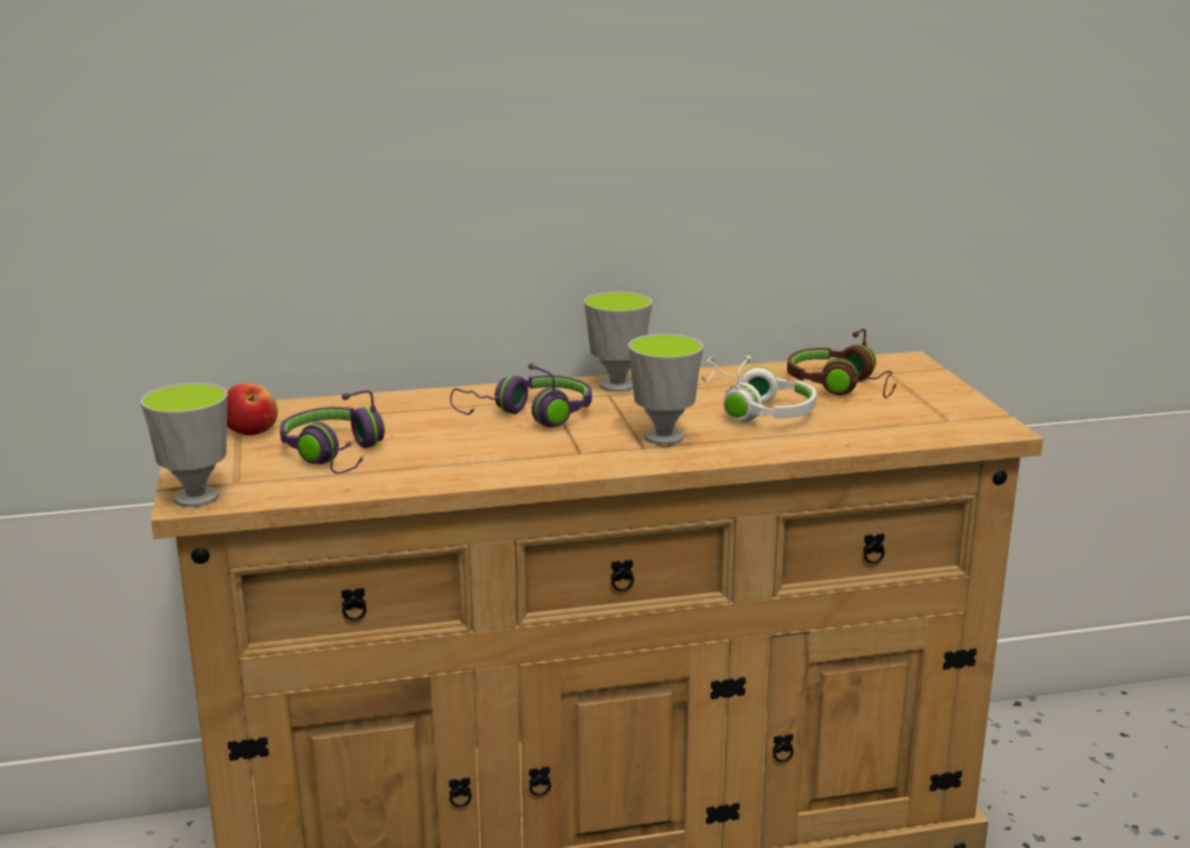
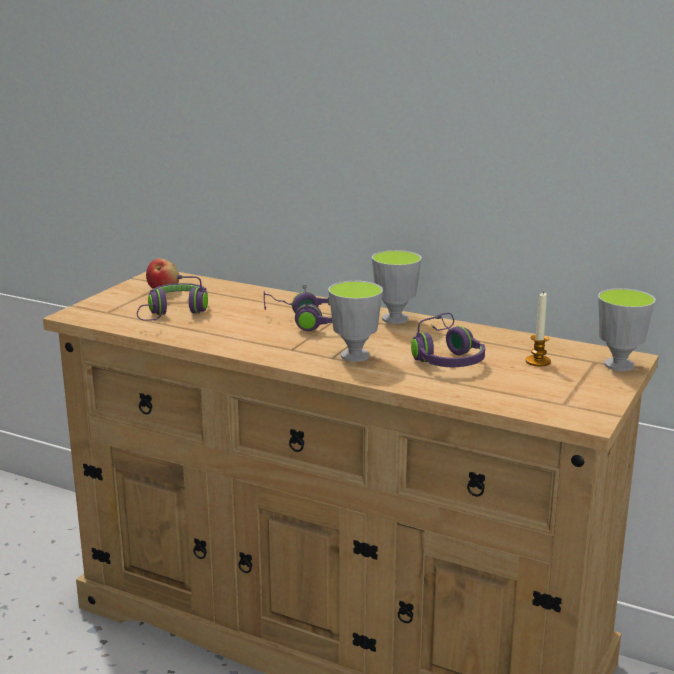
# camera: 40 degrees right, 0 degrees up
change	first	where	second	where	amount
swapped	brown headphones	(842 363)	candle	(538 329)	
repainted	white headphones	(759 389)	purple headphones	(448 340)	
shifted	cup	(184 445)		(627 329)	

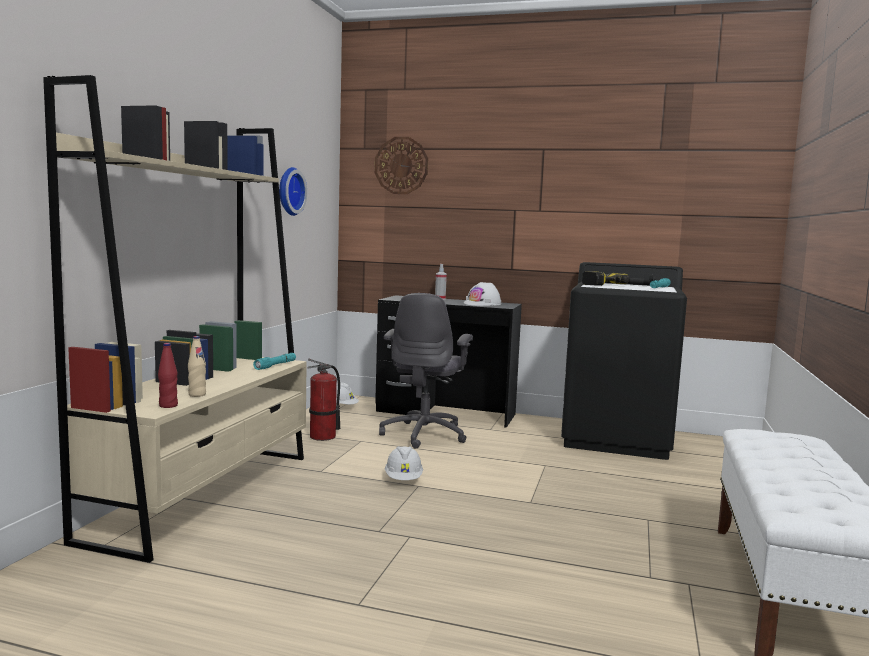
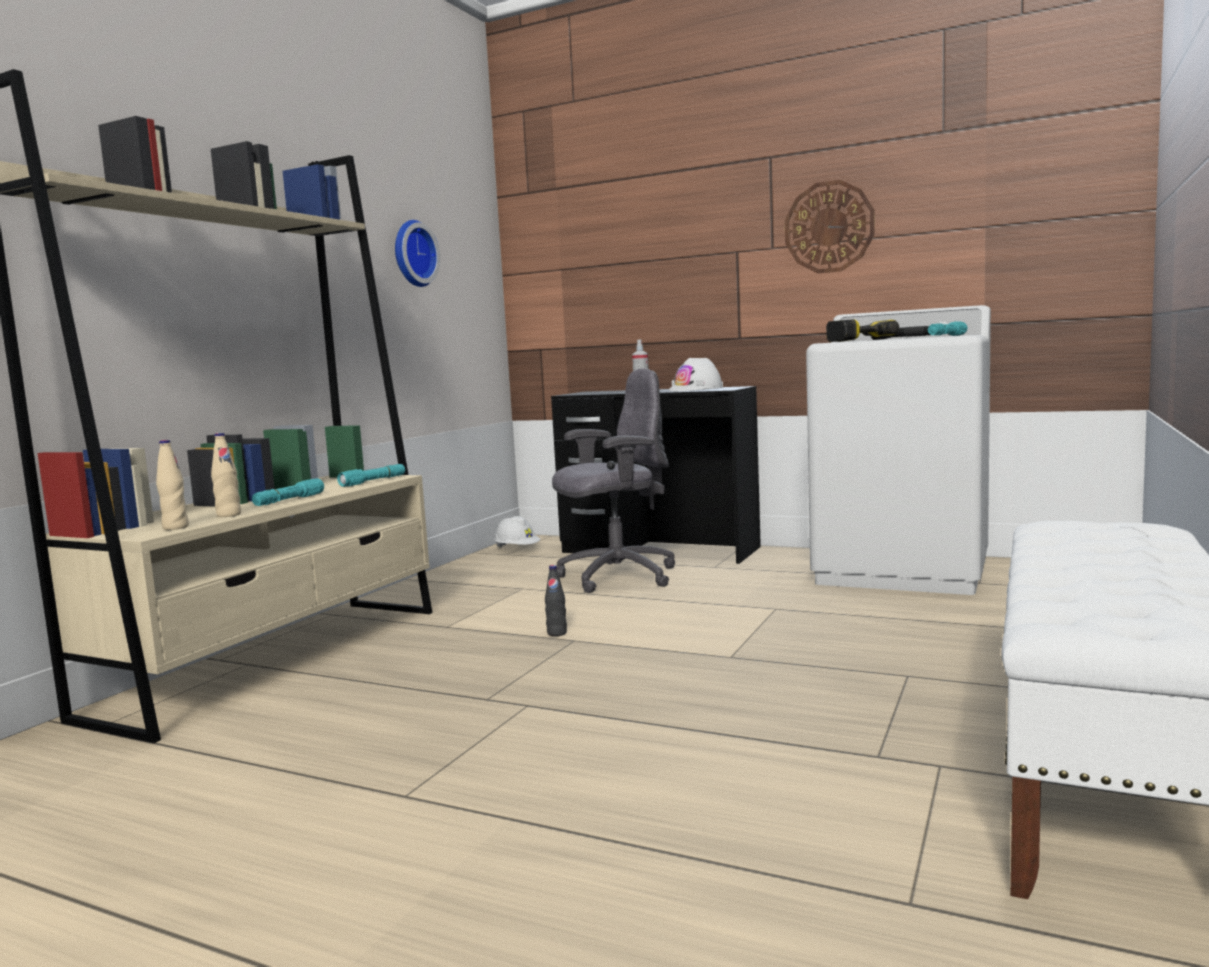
# camera: 10 degrees right, 0 degrees up
change	first	where	second	where	amount
shifted	wall clock	(401 165)		(830 226)	
repainted	black washing machine	(624 361)	white washing machine	(898 450)	
rotated	grey office chair	(426 371)		(613 480)	135 degrees counterclockwise
repainted	red bottle	(168 375)	beige bottle	(172 485)	
gone	fire extinguisher	(323 400)			
swapped	white hard hat	(404 463)	black bottle	(556 600)	
new			turquoise flashlight	(288 492)	

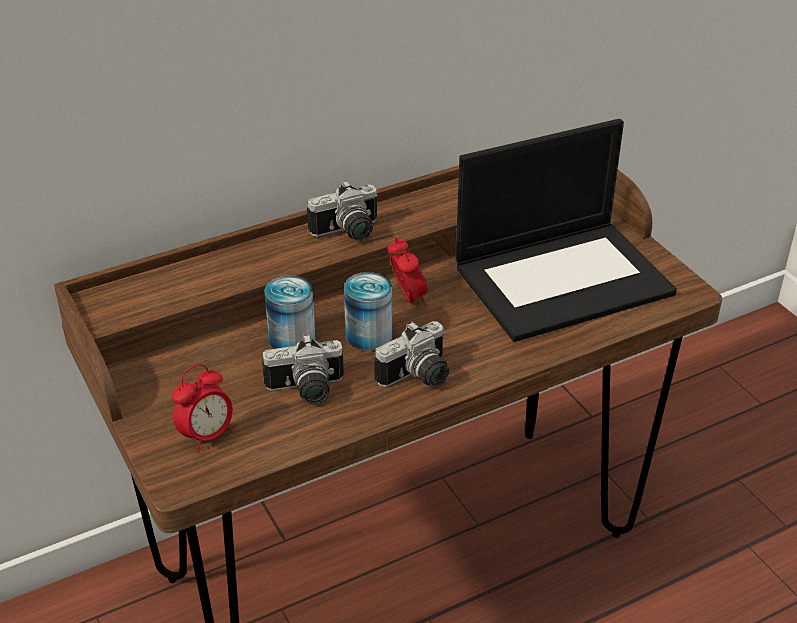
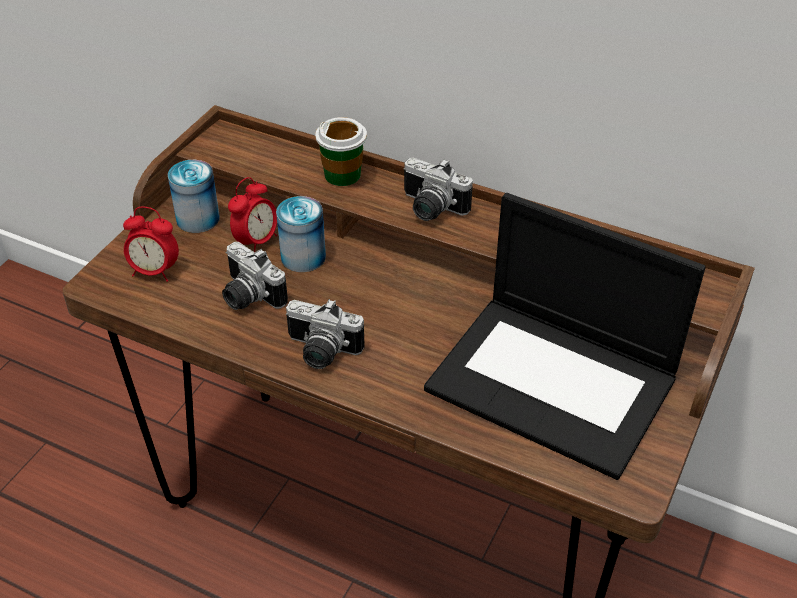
# camera: 55 degrees right, 5 degrees up
change	first	where	second	where	amount
shifted	alarm clock	(407 271)		(252 214)	
shifted	can	(368 311)		(194 196)	
new			cup	(341 151)	

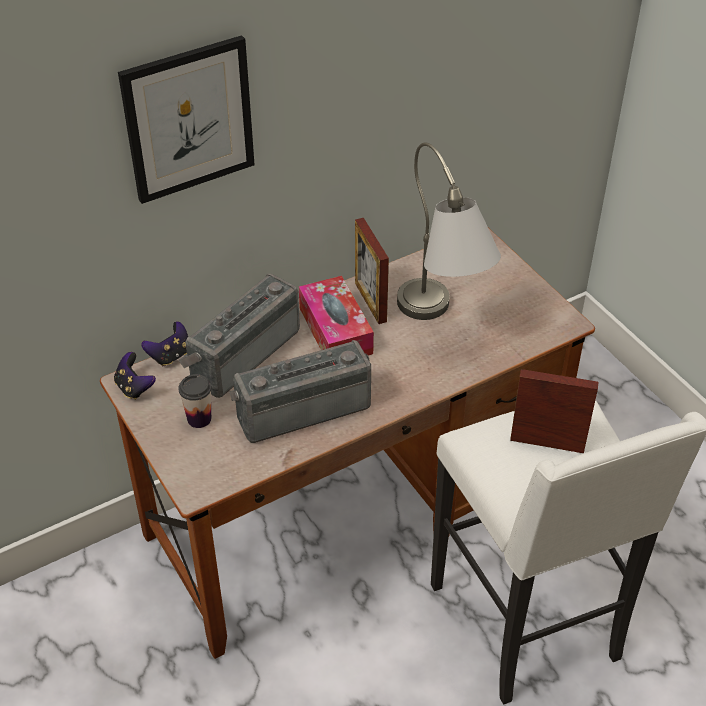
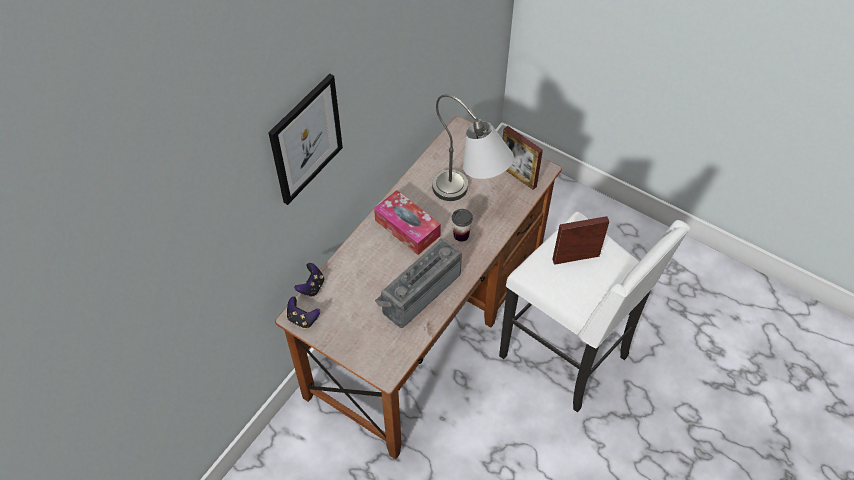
# camera: 25 degrees left, 10 degrees up
change	first	where	second	where	amount
shifted	picture frame	(372 271)		(523 158)	
gone	radio	(239 336)			
shifted	cup	(195 401)		(462 225)	

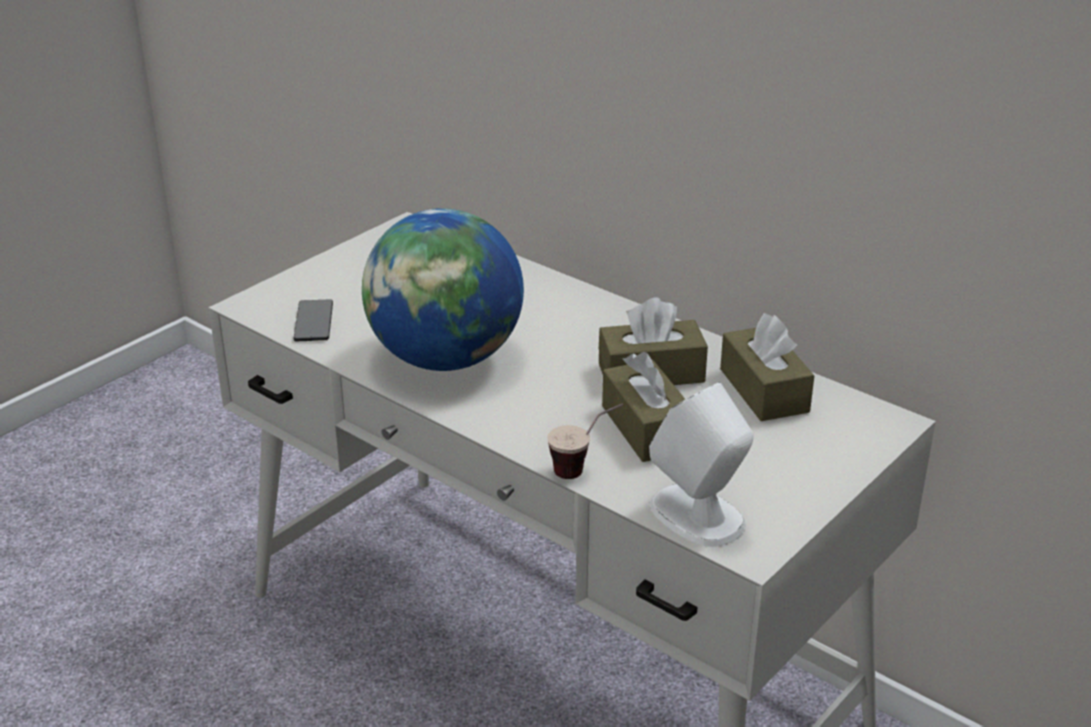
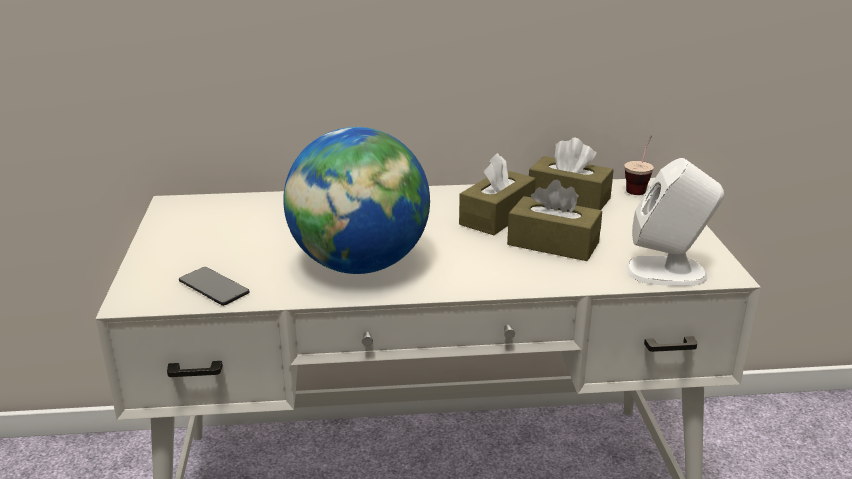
# camera: 45 degrees left, 5 degrees down
change	first	where	second	where	amount
shifted	cup	(585 441)		(639 165)	

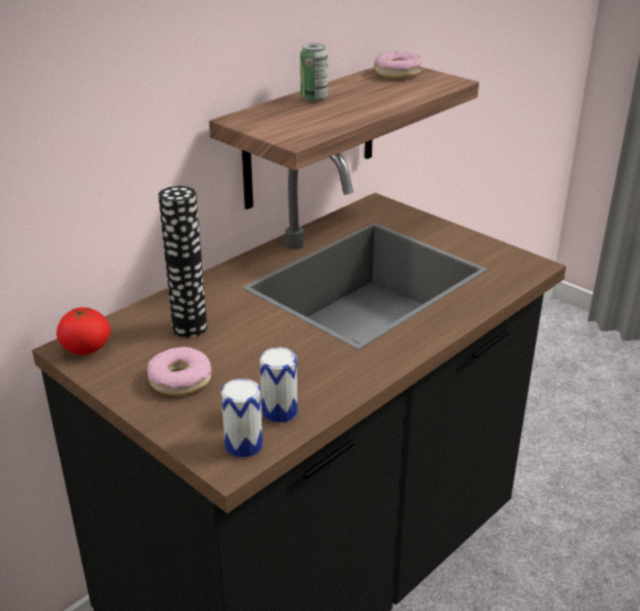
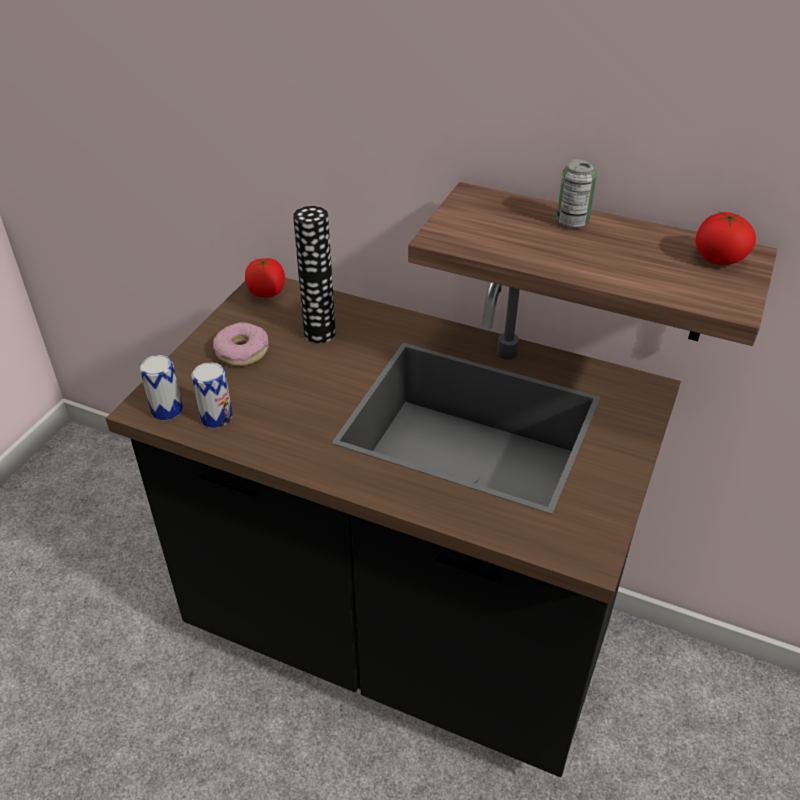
# camera: 70 degrees right, 10 degrees up
change	first	where	second	where	amount
swapped	donut	(398 65)	tomato	(726 238)	

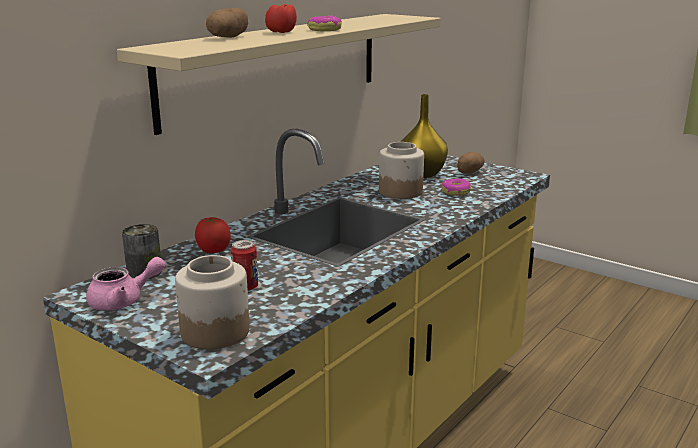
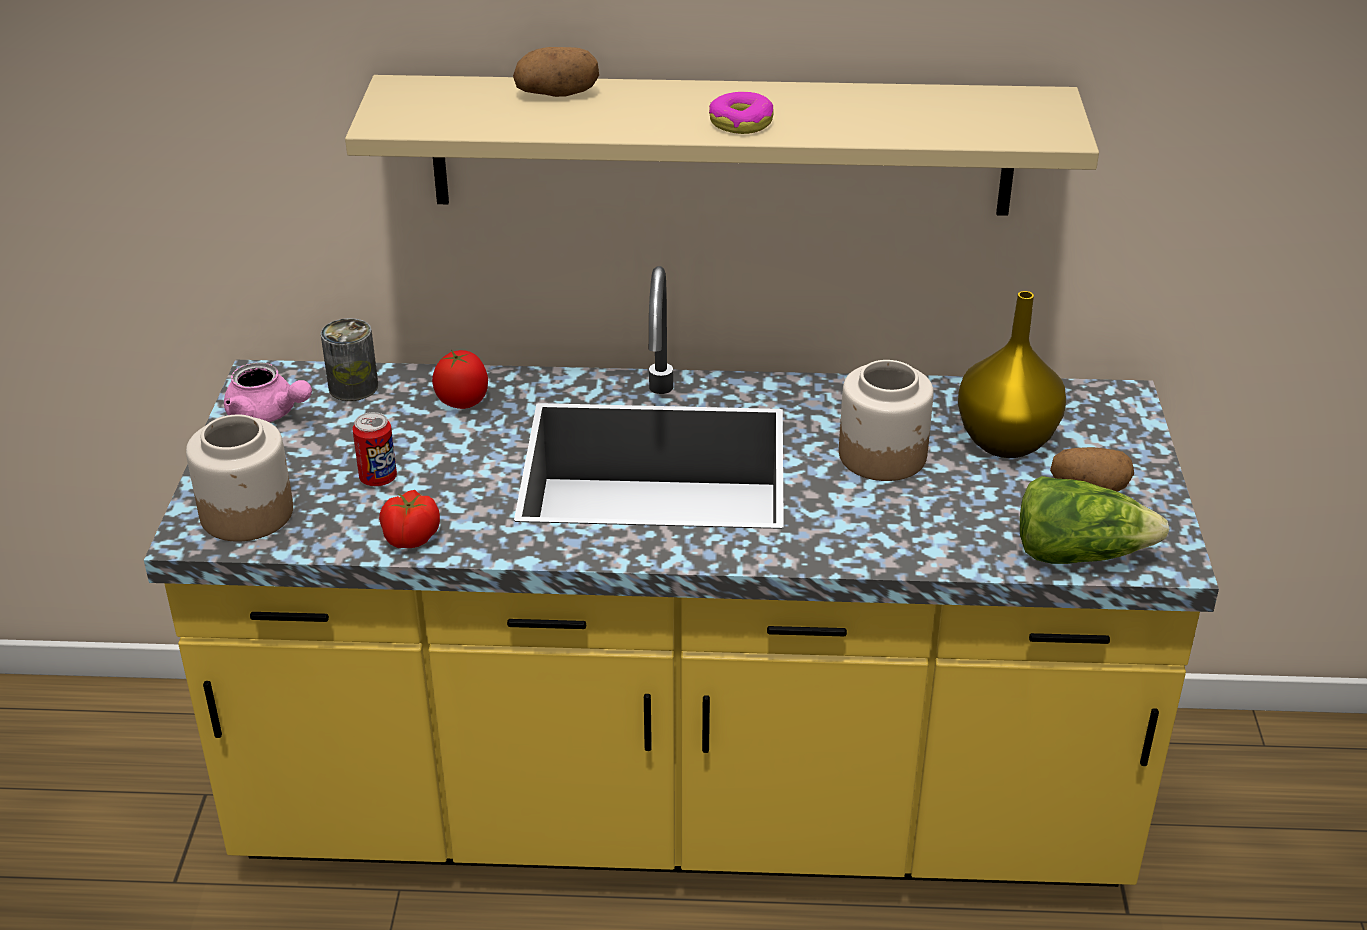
# camera: 55 degrees right, 15 degrees up
change	first	where	second	where	amount
shifted	tomato	(281 18)		(409 519)	
gone	donut	(456 187)			
new			lettuce	(1095 520)	

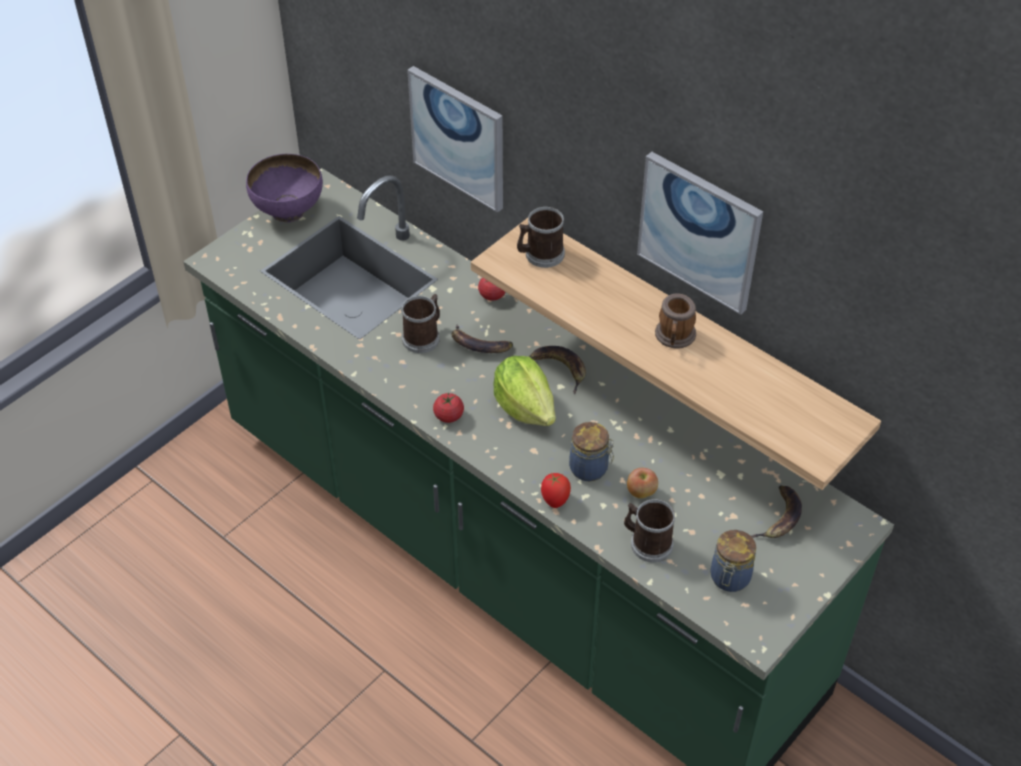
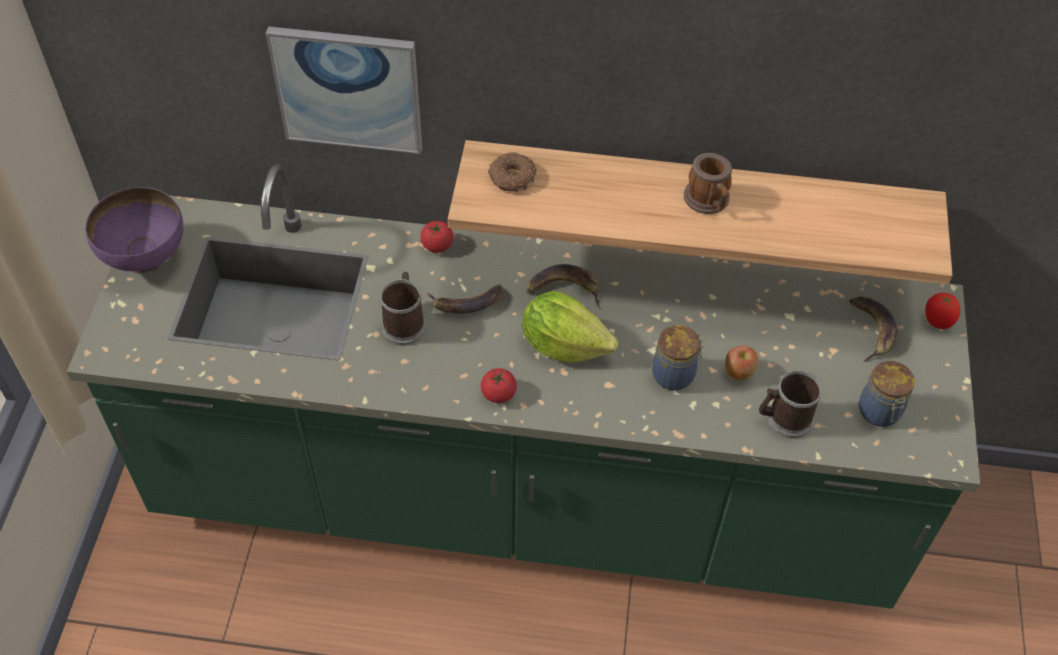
# camera: 35 degrees left, 5 degrees up
change	first	where	second	where	amount
gone	picture	(700 233)			
swapped	mug	(541 237)	donut	(512 172)	
shifted	tomato	(556 490)		(942 311)	

